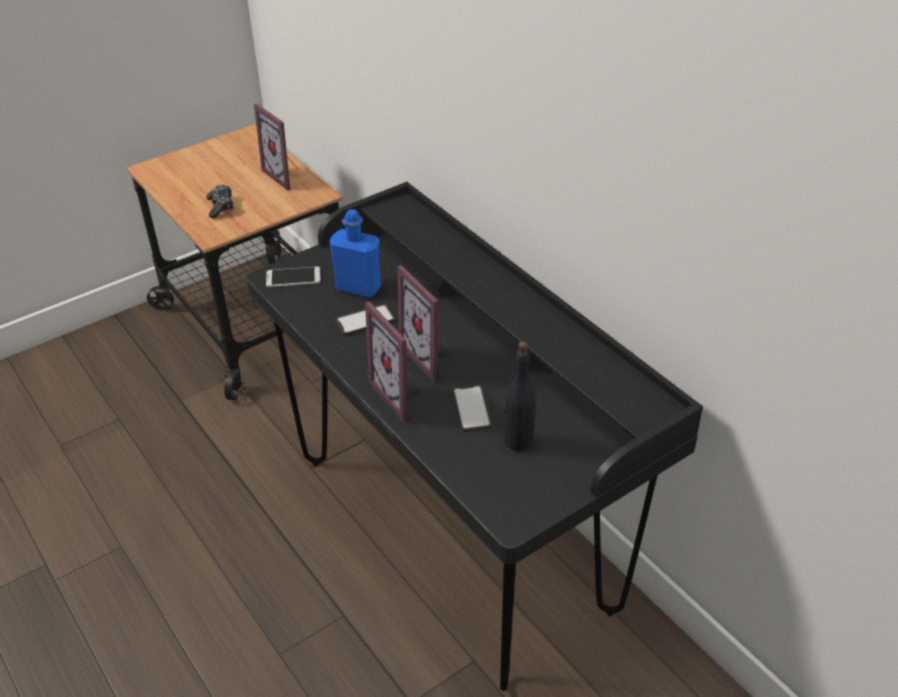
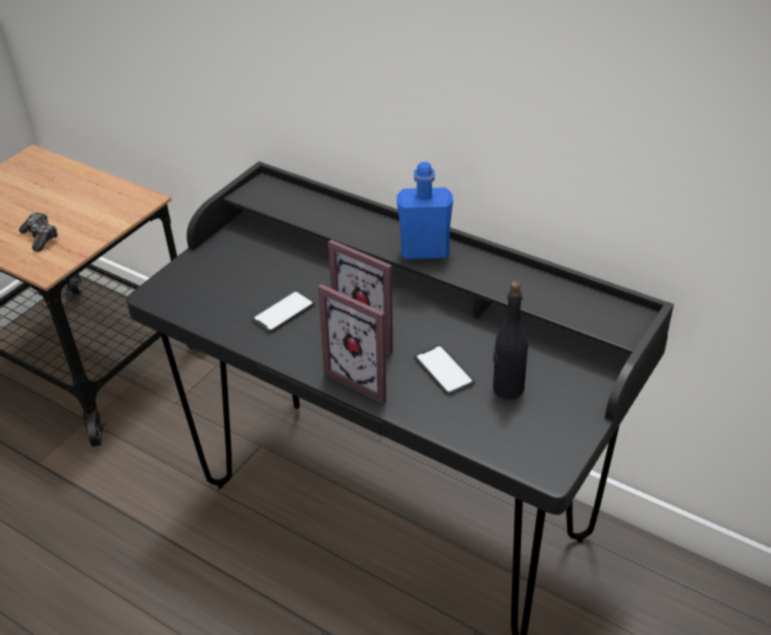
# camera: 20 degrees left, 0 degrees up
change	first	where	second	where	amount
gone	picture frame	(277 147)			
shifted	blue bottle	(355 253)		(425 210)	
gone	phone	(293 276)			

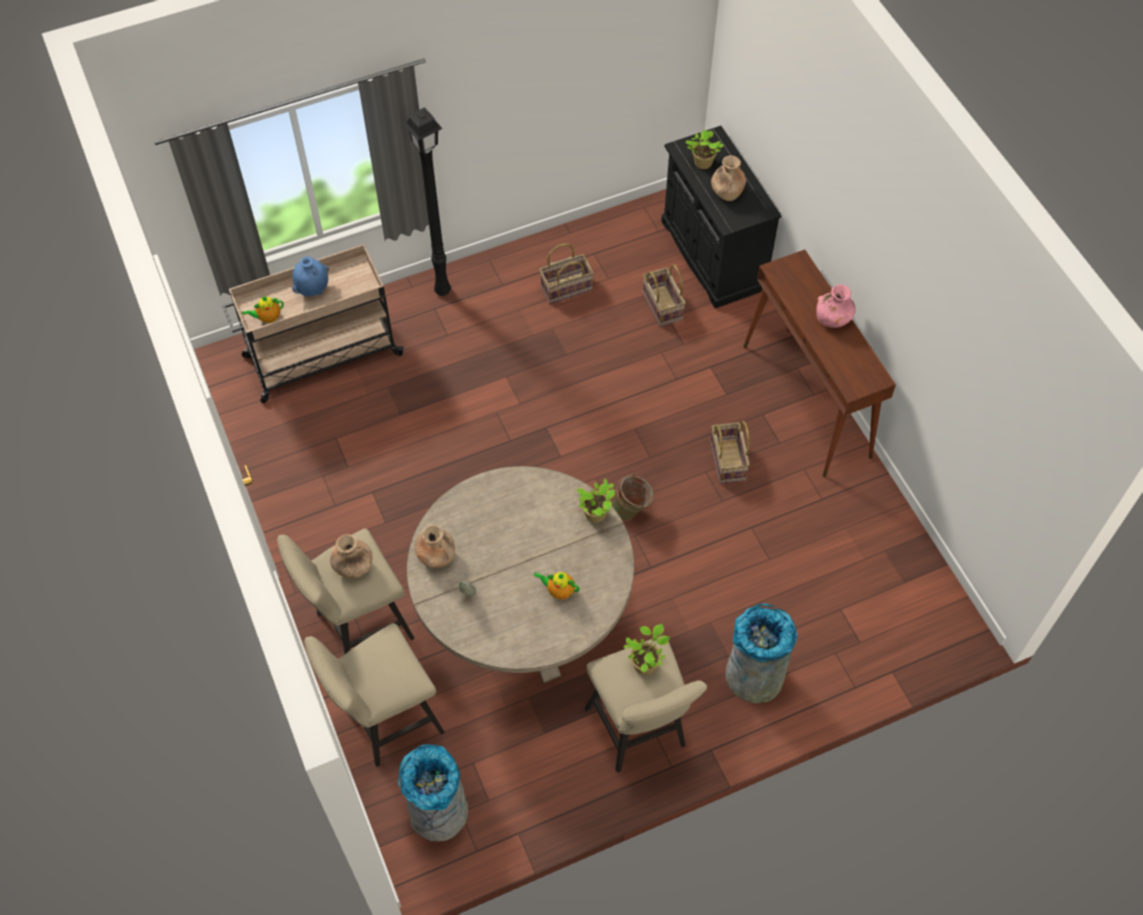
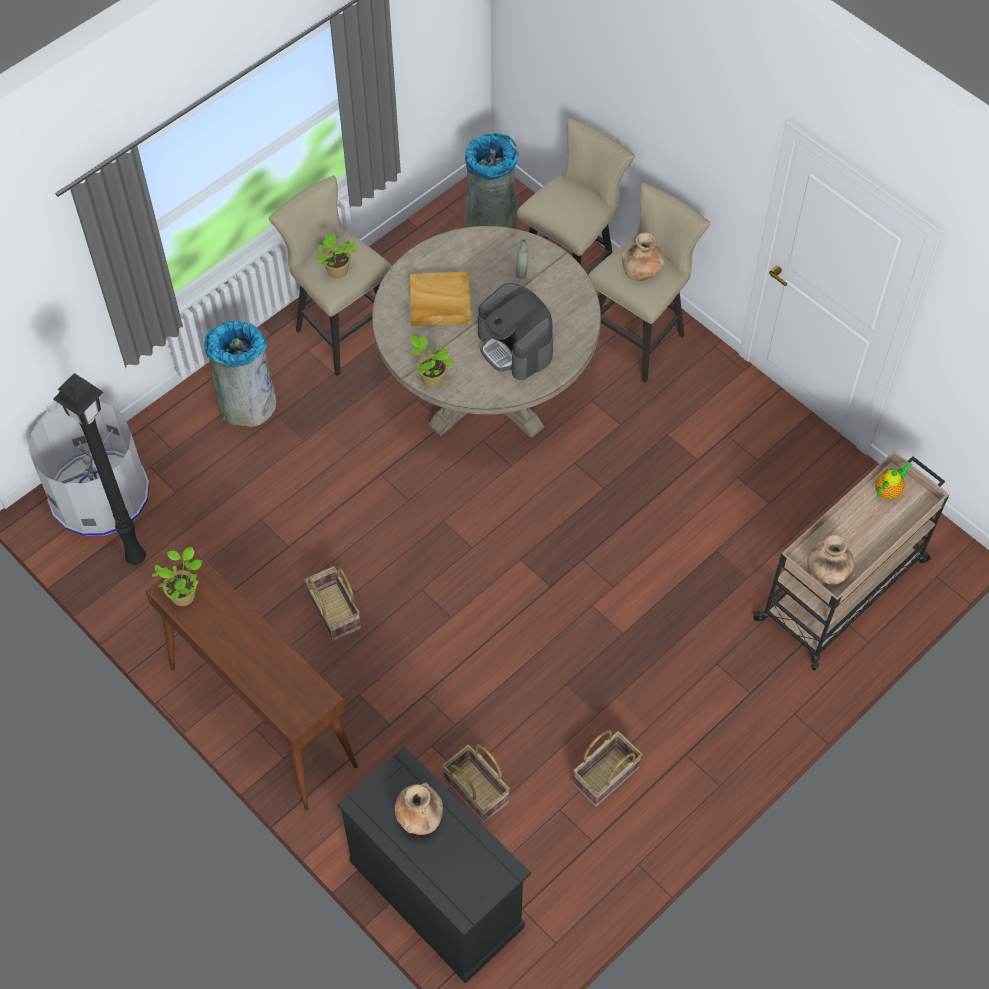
# camera: 160 degrees right, 0 degrees up
change	first	where	second	where	amount
shifted	black floor lamp	(427 201)		(99 469)	
shifted	potted plant	(704 149)		(177 576)	
gone	blue vase	(310 276)			
gone	pink vase	(836 306)			
gone	green bucket	(633 497)			
shifted	brown vase	(434 546)		(830 559)	
swapped	teapot	(557 585)	beige tray	(440 299)	
new			coffee machine	(515 331)	
new			grey trash can	(89 469)	

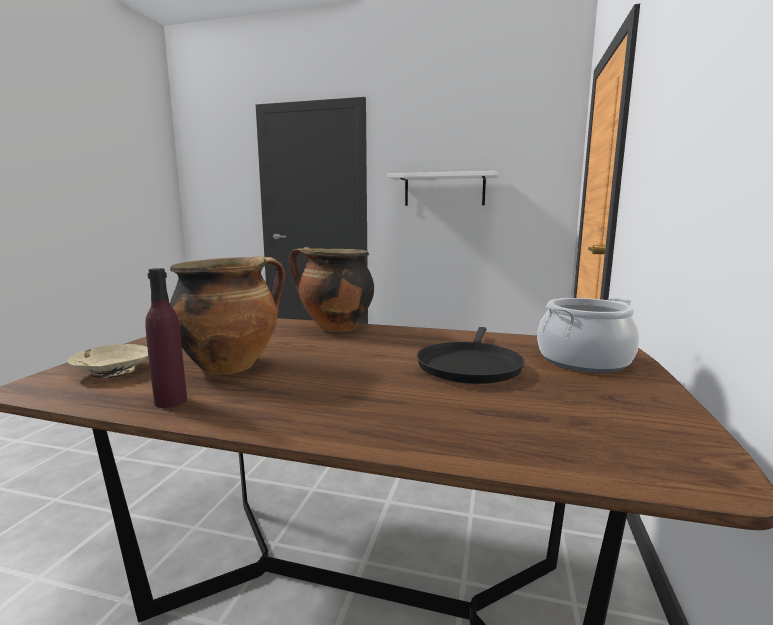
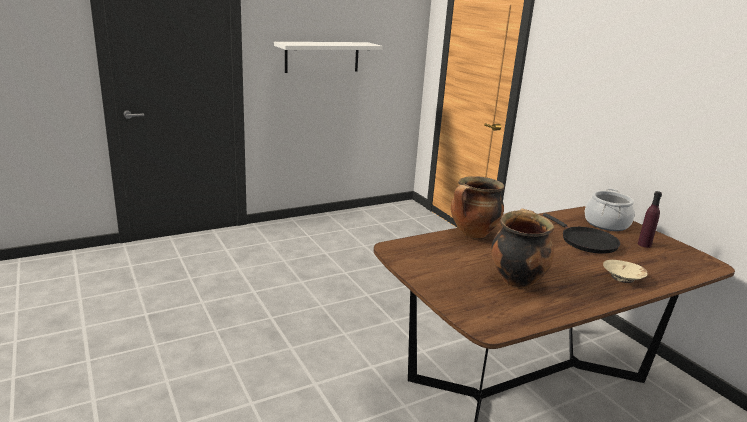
# camera: 45 degrees left, 10 degrees up
change	first	where	second	where	amount
shifted	purple bottle	(166 338)		(650 219)	
shifted	beige bowl	(107 361)		(625 271)	

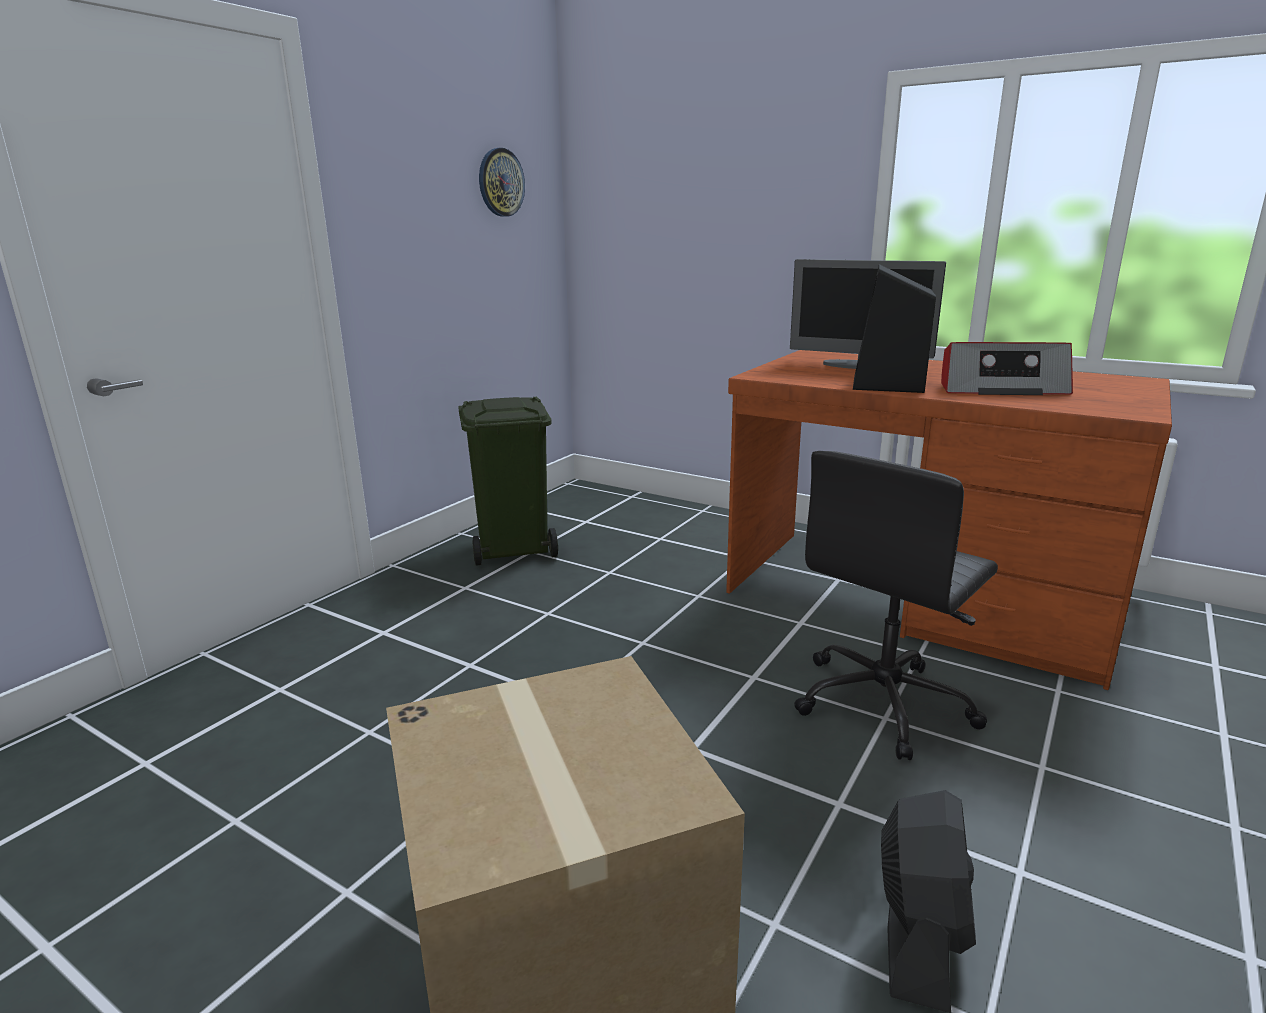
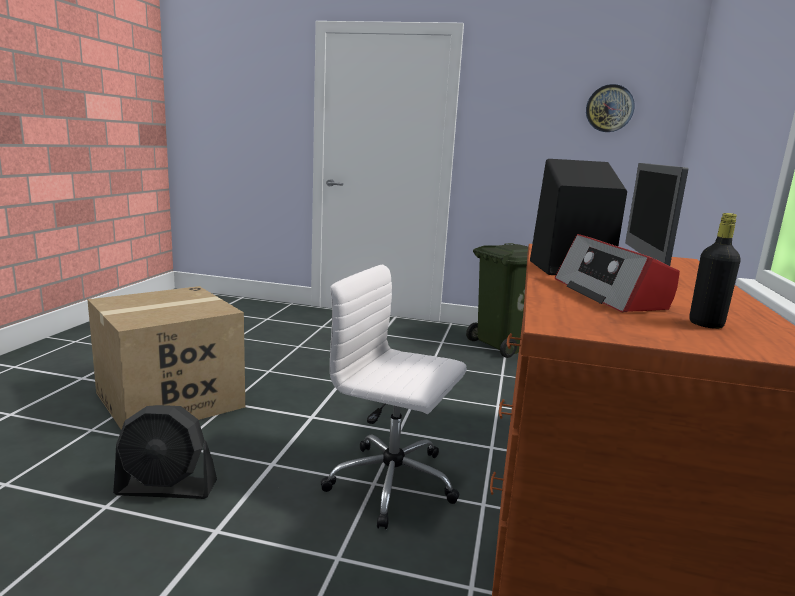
# camera: 70 degrees right, 5 degrees down
change	first	where	second	where	amount
repainted	black office chair	(896 605)	white office chair	(394 396)	
new			black bottle	(715 271)	

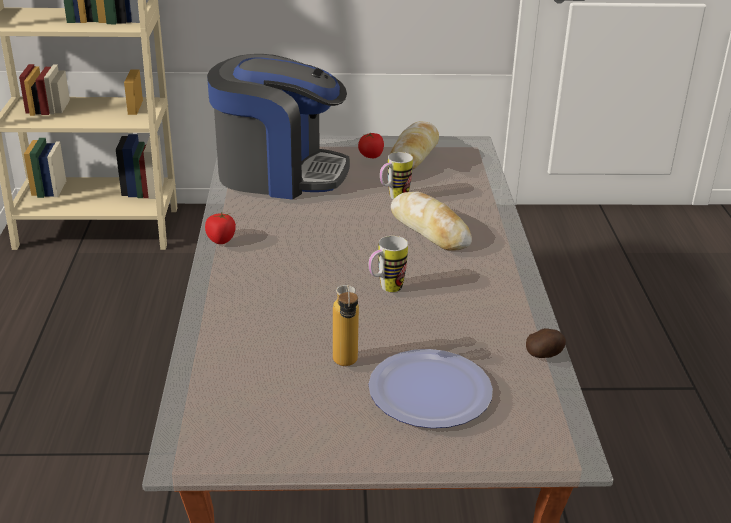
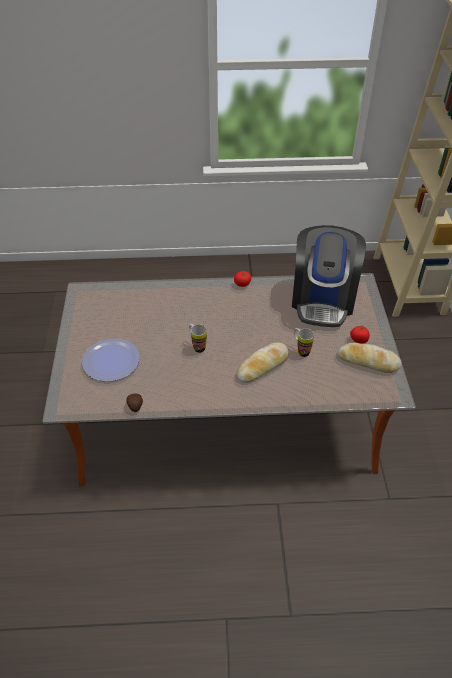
# camera: 90 degrees right, 15 degrees up
change	first	where	second	where	amount
gone	bottle	(346 325)			

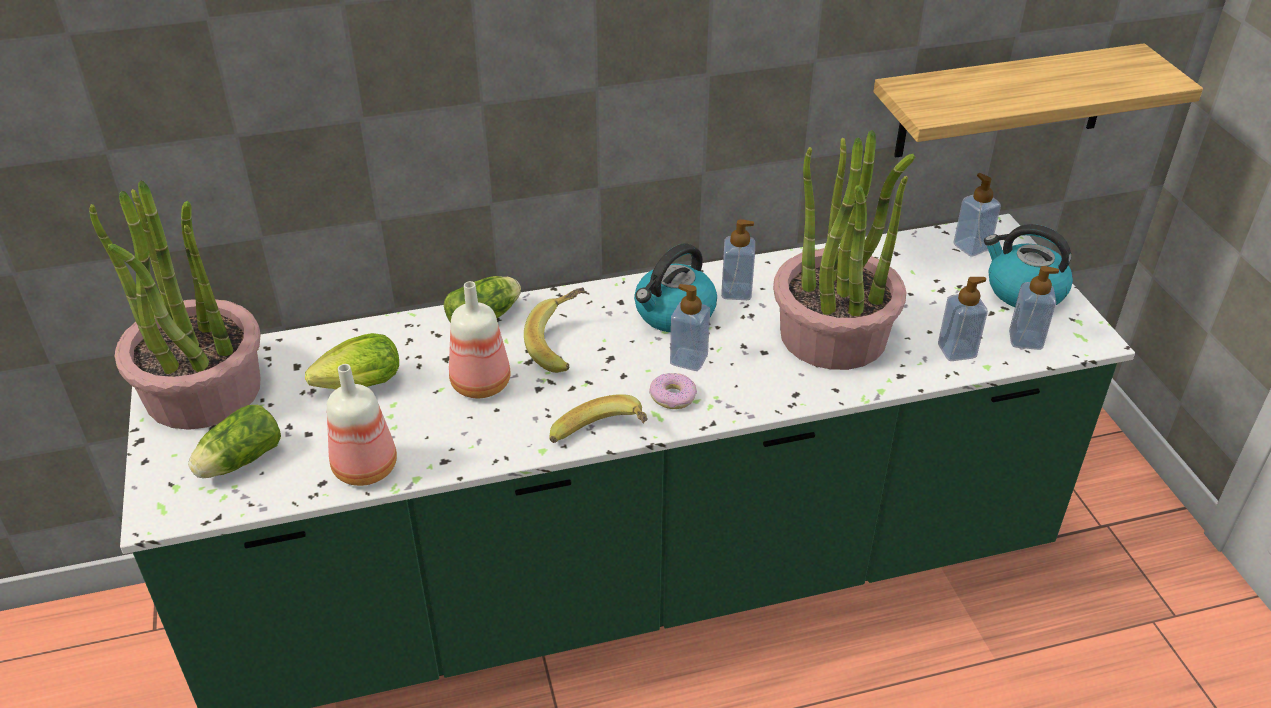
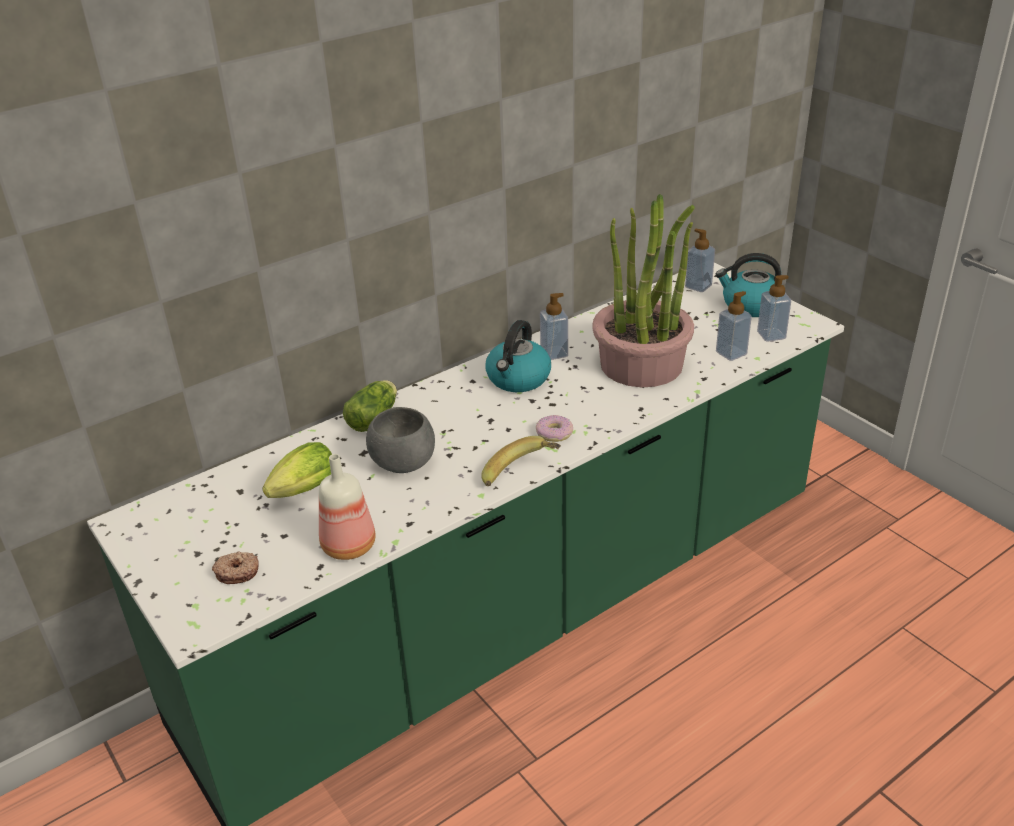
# camera: 20 degrees left, 5 degrees down
change	first	where	second	where	amount
gone	shelf	(1038 100)			
gone	potted plant	(175 305)			
swapped	bottle	(480 339)	grey bowl	(400 440)	
gone	soap dispenser	(690 327)			
gone	banana	(554 330)			
swapped	lettuce	(234 441)	donut	(235 567)	

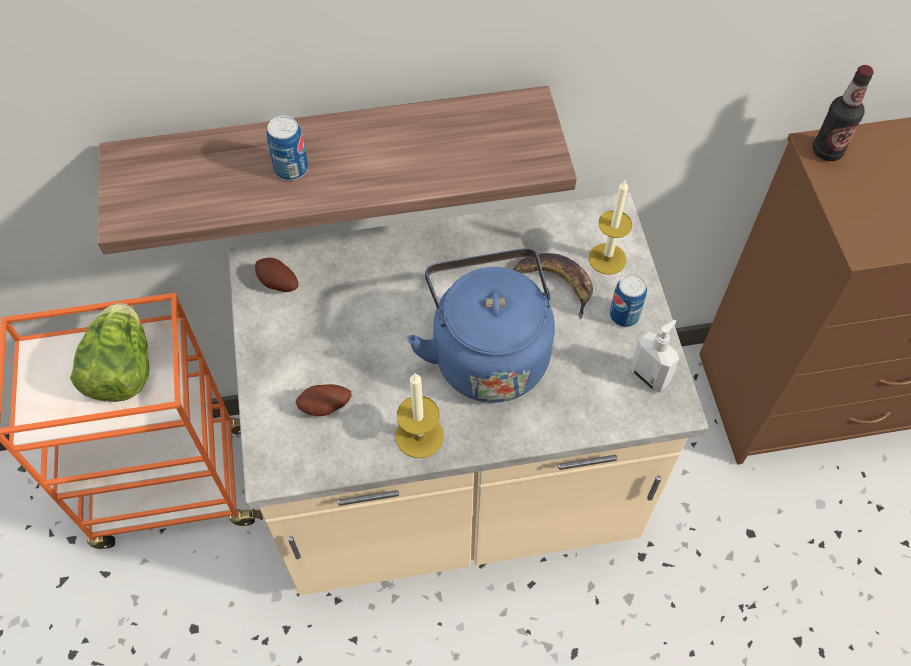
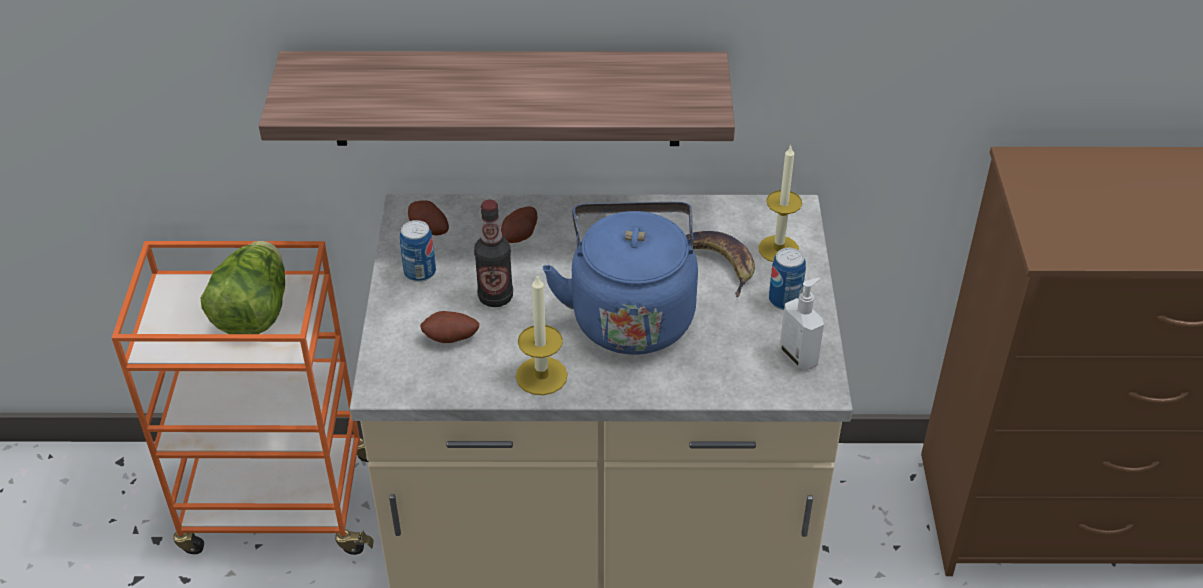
# camera: 10 degrees right, 15 degrees down
change	first	where	second	where	amount
shifted	bottle	(843 113)		(493 253)	
shifted	can	(287 148)		(418 251)	
new			potato	(519 224)	

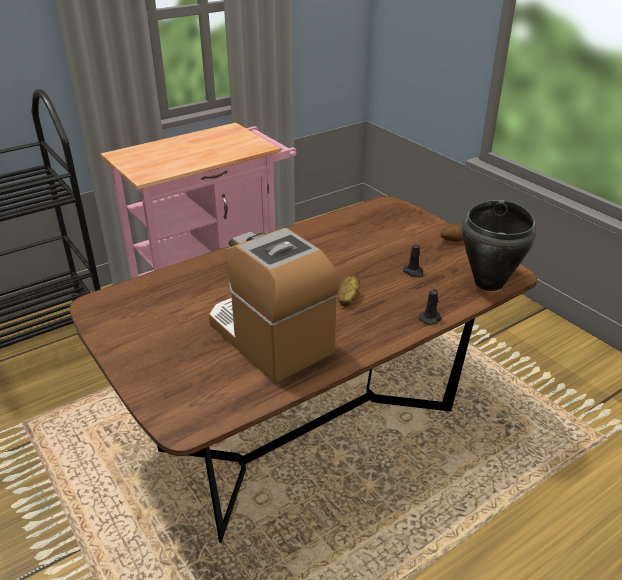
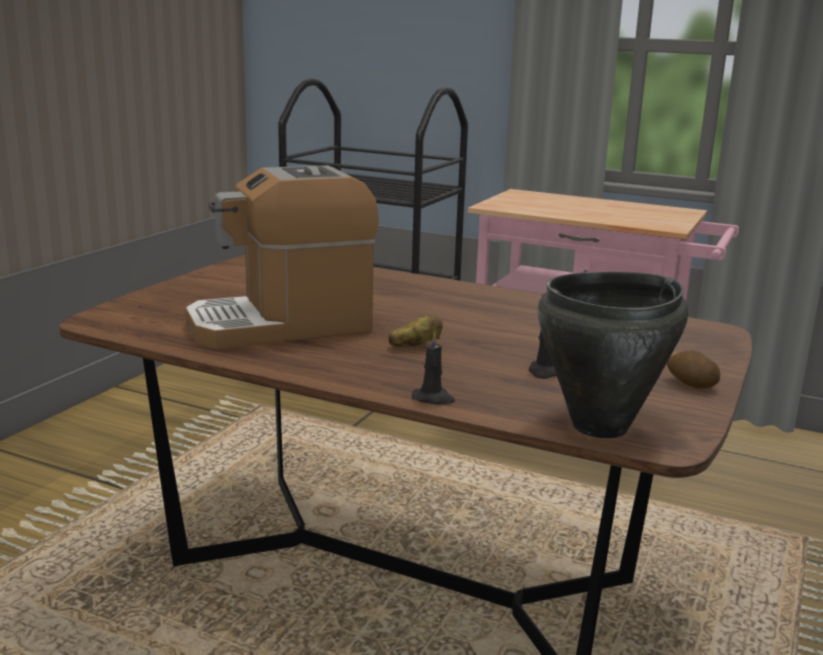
# camera: 60 degrees right, 15 degrees down
change	first	where	second	where	amount
rotated	coffee machine	(274 305)		(282 257)	135 degrees counterclockwise

